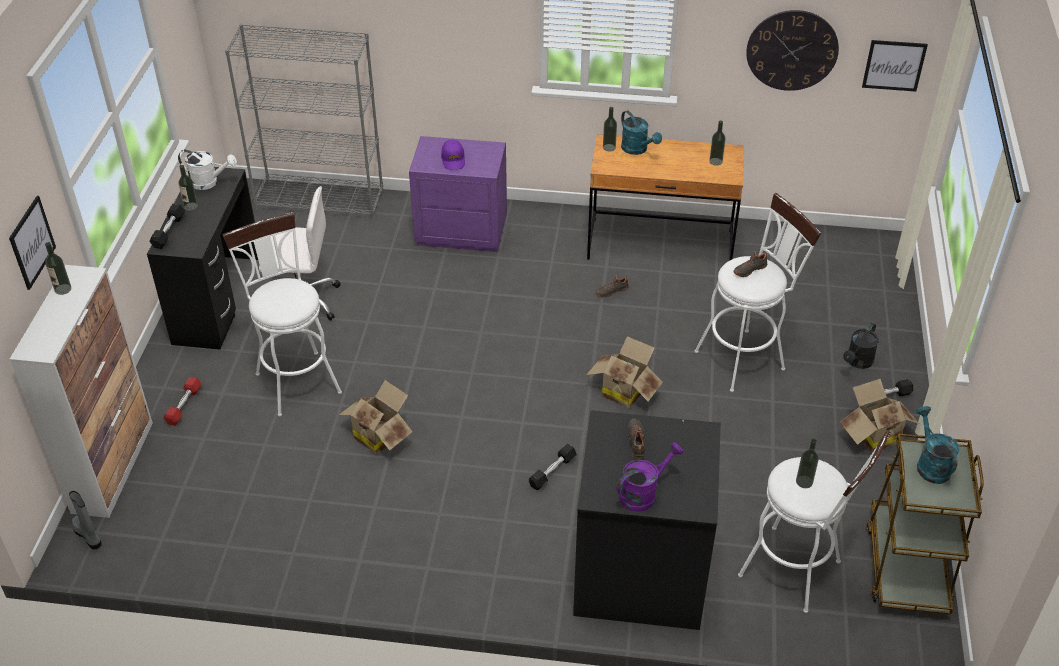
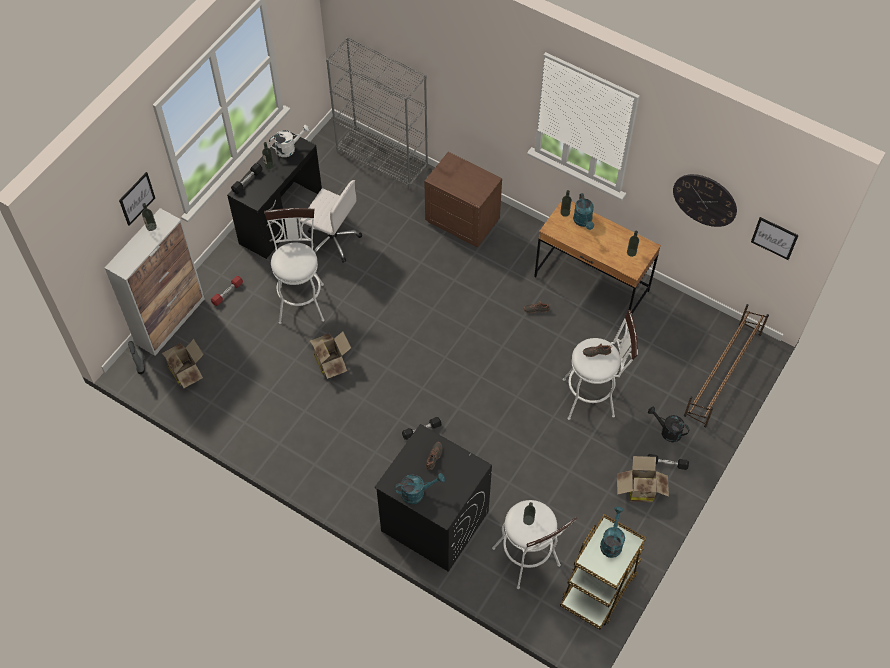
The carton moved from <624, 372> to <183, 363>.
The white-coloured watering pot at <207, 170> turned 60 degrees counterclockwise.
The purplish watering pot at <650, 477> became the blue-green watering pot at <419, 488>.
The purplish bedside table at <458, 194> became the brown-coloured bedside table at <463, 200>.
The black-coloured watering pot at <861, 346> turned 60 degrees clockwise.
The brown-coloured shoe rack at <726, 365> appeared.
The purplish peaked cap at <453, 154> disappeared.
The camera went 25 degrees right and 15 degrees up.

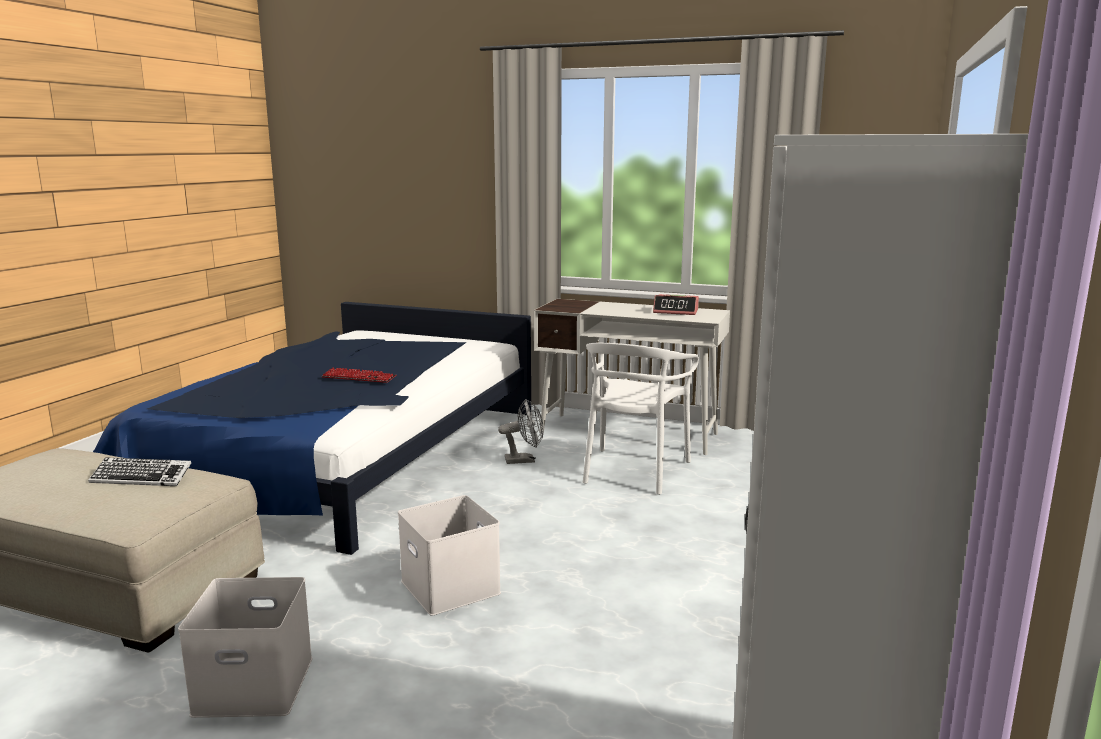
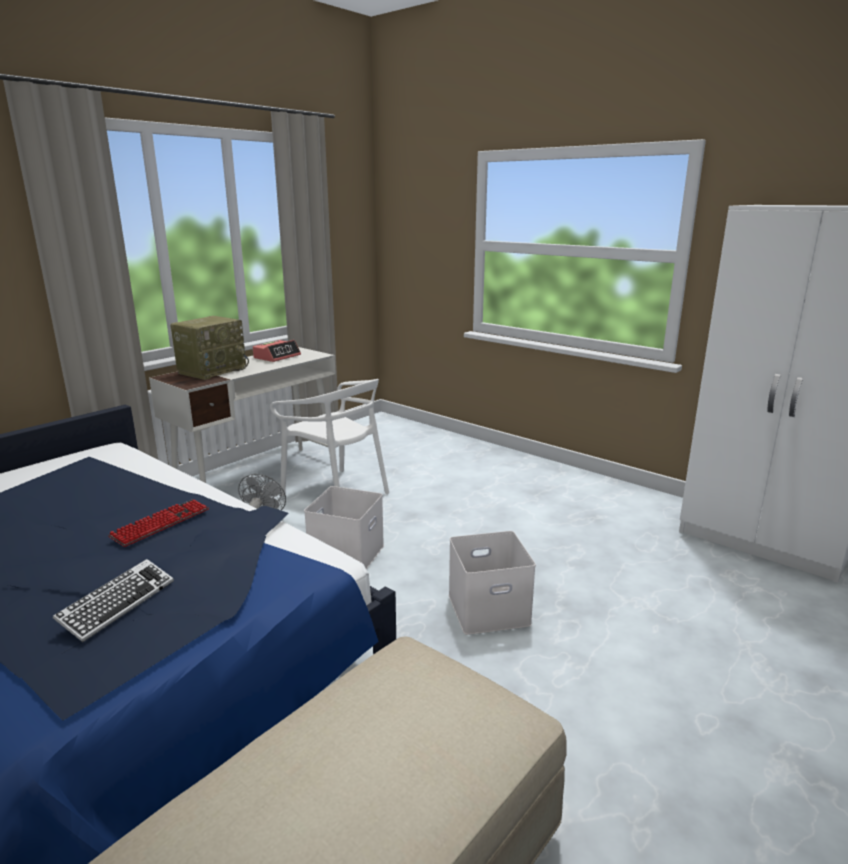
The keyboard moved from <139, 471> to <113, 600>.
The radio receiver at <209, 348> appeared.
The white-coloured storage container moved from <245, 647> to <344, 527>.
The camera went 70 degrees left and 5 degrees up.

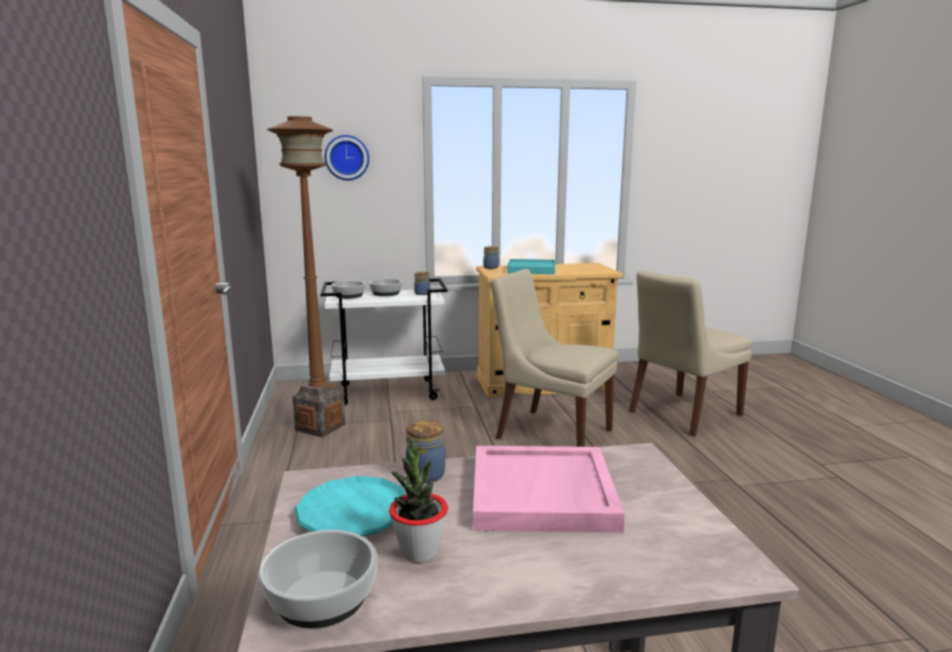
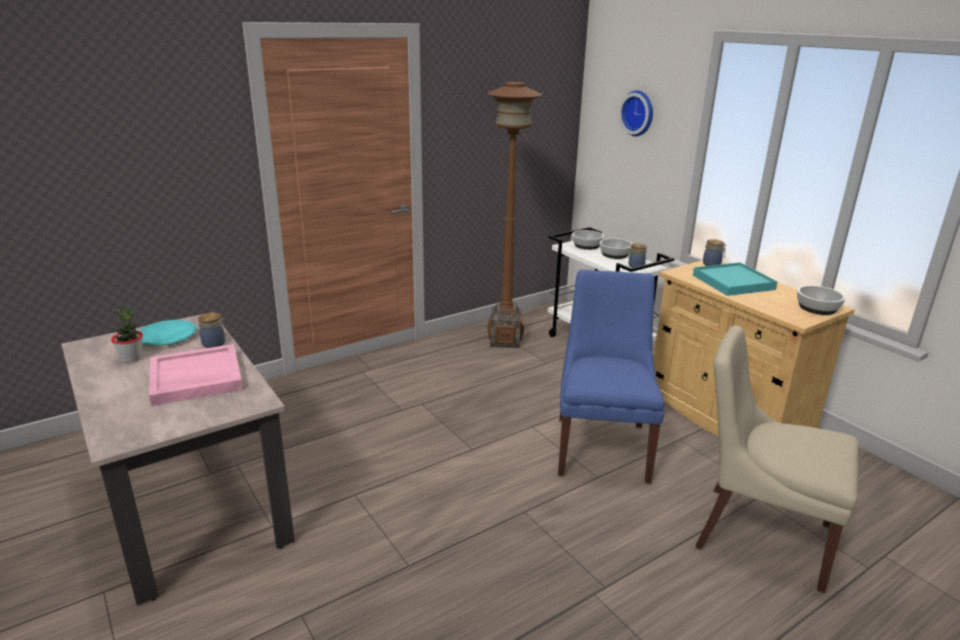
The beige upright chair at <554, 358> became the bluish upright chair at <611, 377>.
The deep dish moved from <318, 579> to <821, 300>.
The camera went 65 degrees right and 10 degrees up.

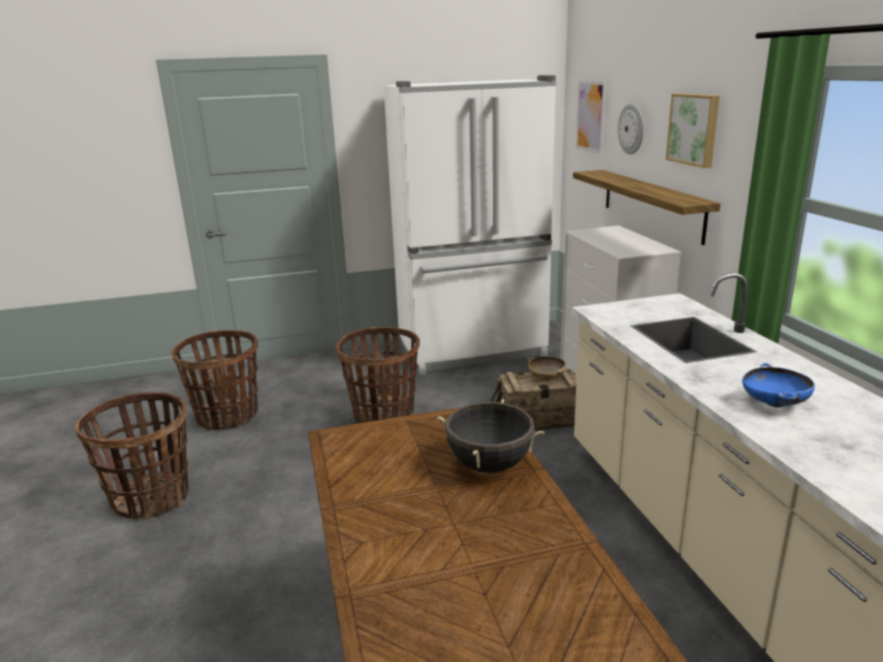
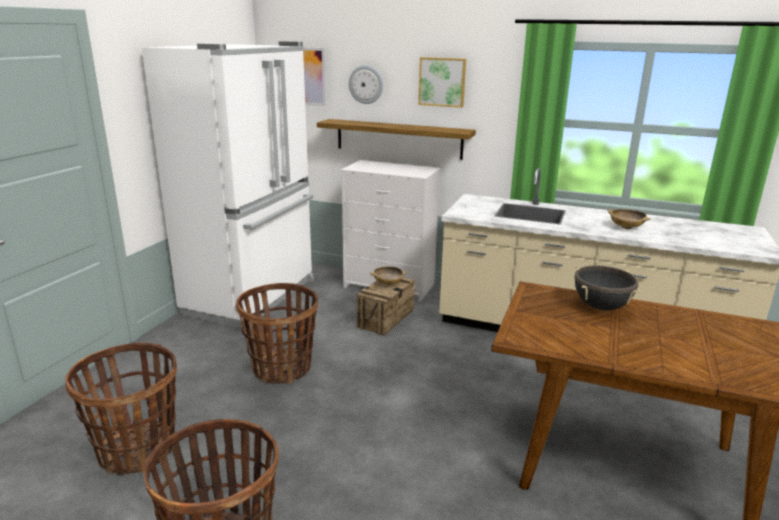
The bluish deep dish at <778, 385> became the beige deep dish at <628, 219>.
The camera went 55 degrees left and 0 degrees up.

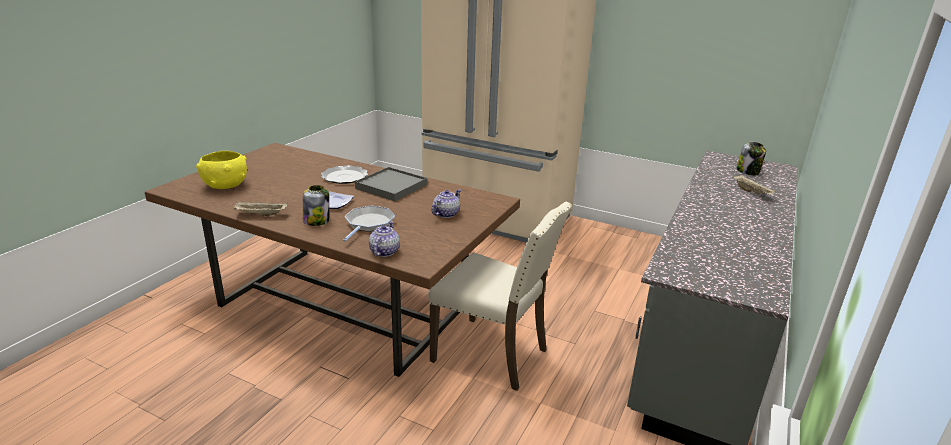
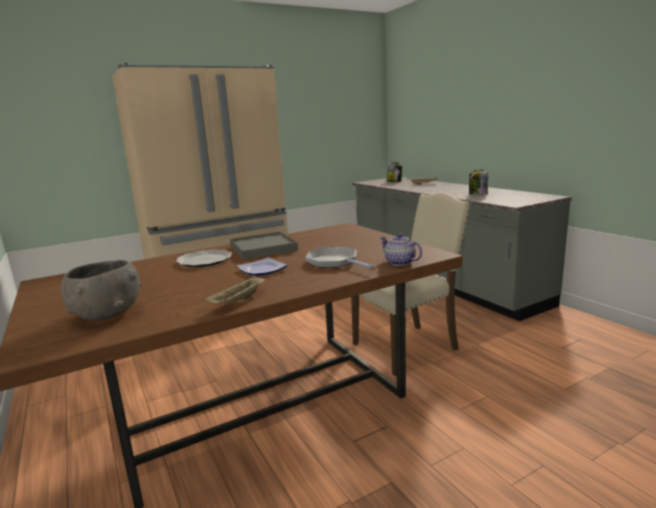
The yellowish deep dish at <221, 170> became the gray deep dish at <101, 290>.
The jar moved from <316, 205> to <478, 182>.
The tea pot at <446, 203> disappeared.
The camera went 55 degrees left and 10 degrees down.

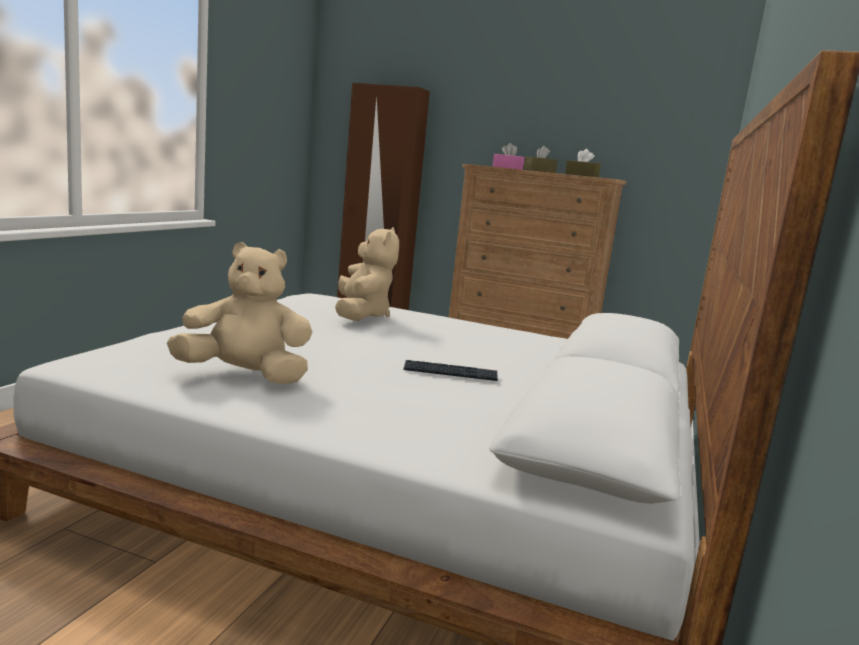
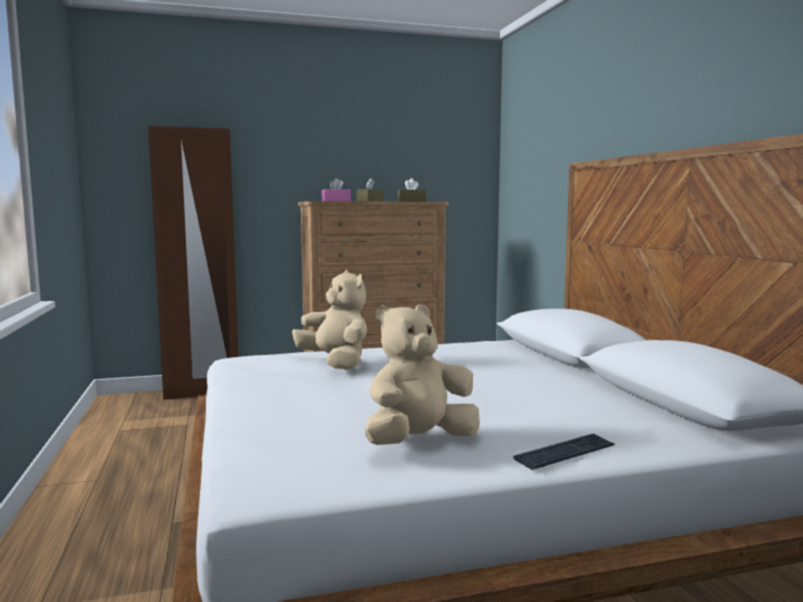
The keyboard moved from <450, 370> to <564, 451>.
The camera went 35 degrees left and 5 degrees down.

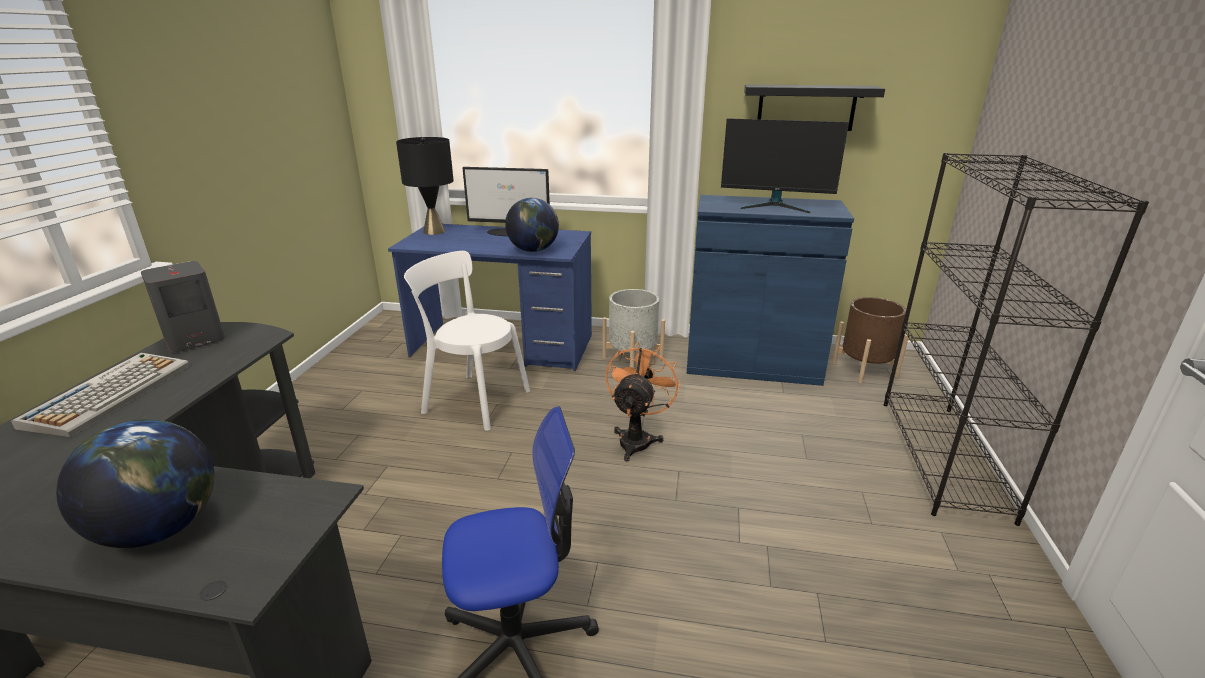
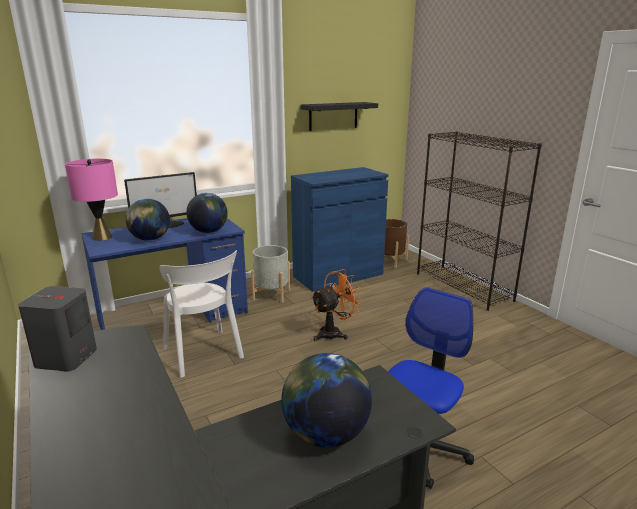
The black-coloured tabletop lamp at <425, 186> became the pink-coloured tabletop lamp at <91, 200>.
The world globe at <147, 220> appeared.
The white-coloured upright chair at <467, 341> turned 105 degrees counterclockwise.
The orangey cooling fan at <643, 401> turned 75 degrees clockwise.
The keyboard at <100, 395> disappeared.
The computer screen at <785, 165> disappeared.
The camera went 40 degrees left and 5 degrees down.

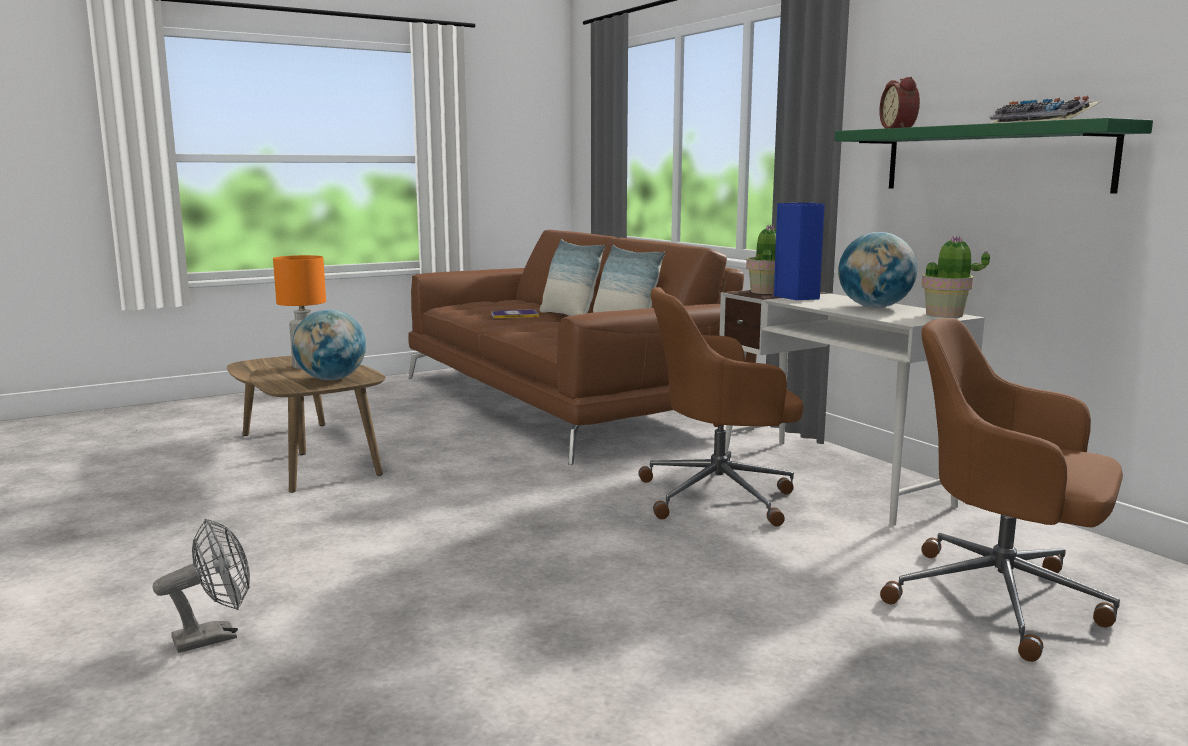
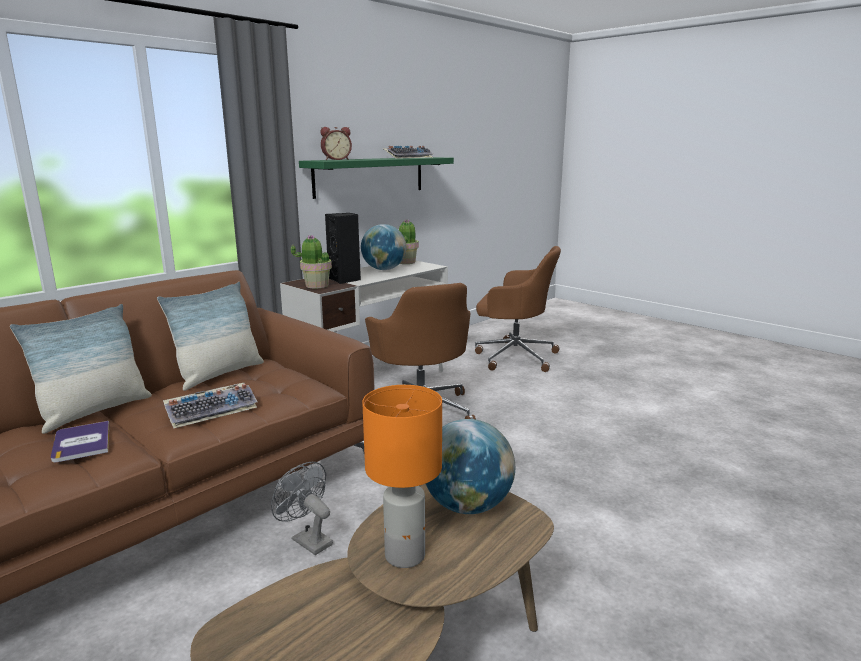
The keyboard at <210, 405> appeared.
The gray cooling fan moved from <201, 586> to <302, 508>.
The bluish loudspeaker at <799, 252> became the black-coloured loudspeaker at <343, 248>.
The brown-coloured office chair at <1001, 490> turned 90 degrees counterclockwise.
The camera went 105 degrees left and 5 degrees up.

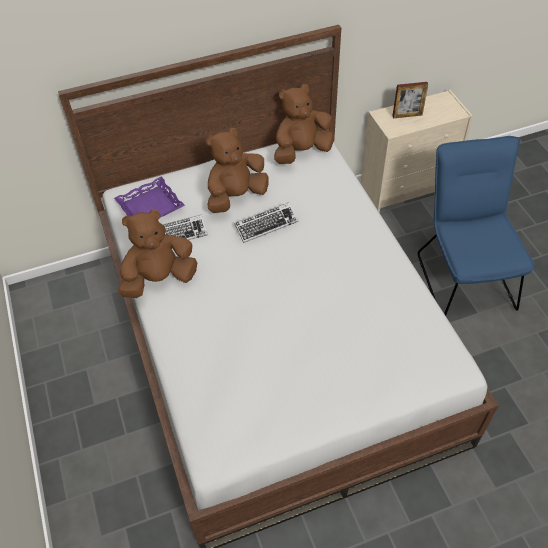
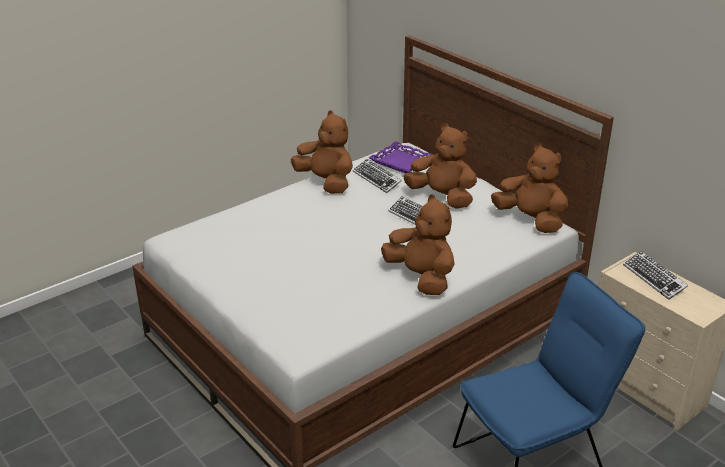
The brown-coloured soft toy at <417, 244> appeared.
The photo frame at <410, 100> was replaced by the keyboard at <655, 275>.
The camera went 70 degrees right and 20 degrees down.

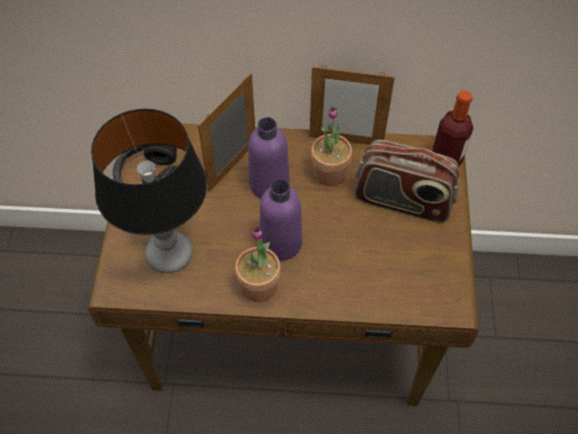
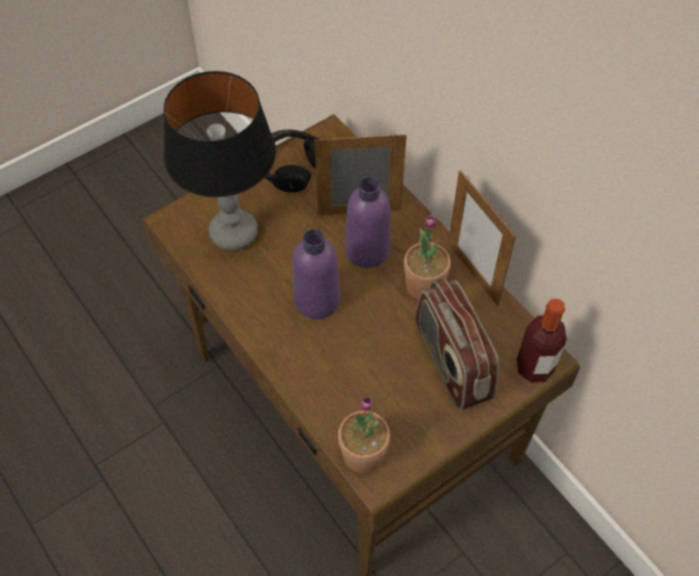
The houseplant moved from <257, 264> to <364, 435>.
The camera went 50 degrees right and 0 degrees up.

